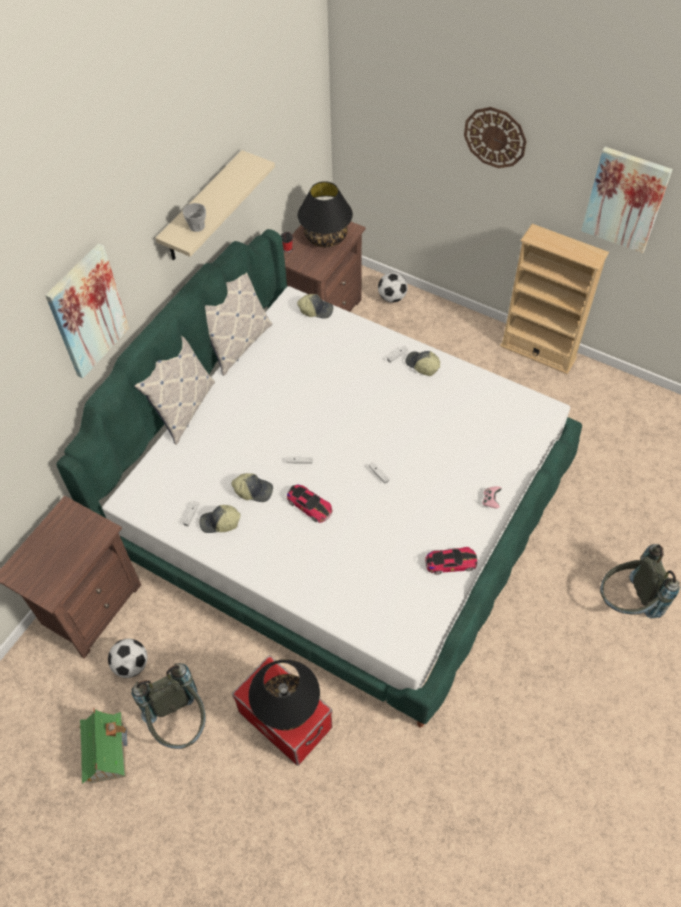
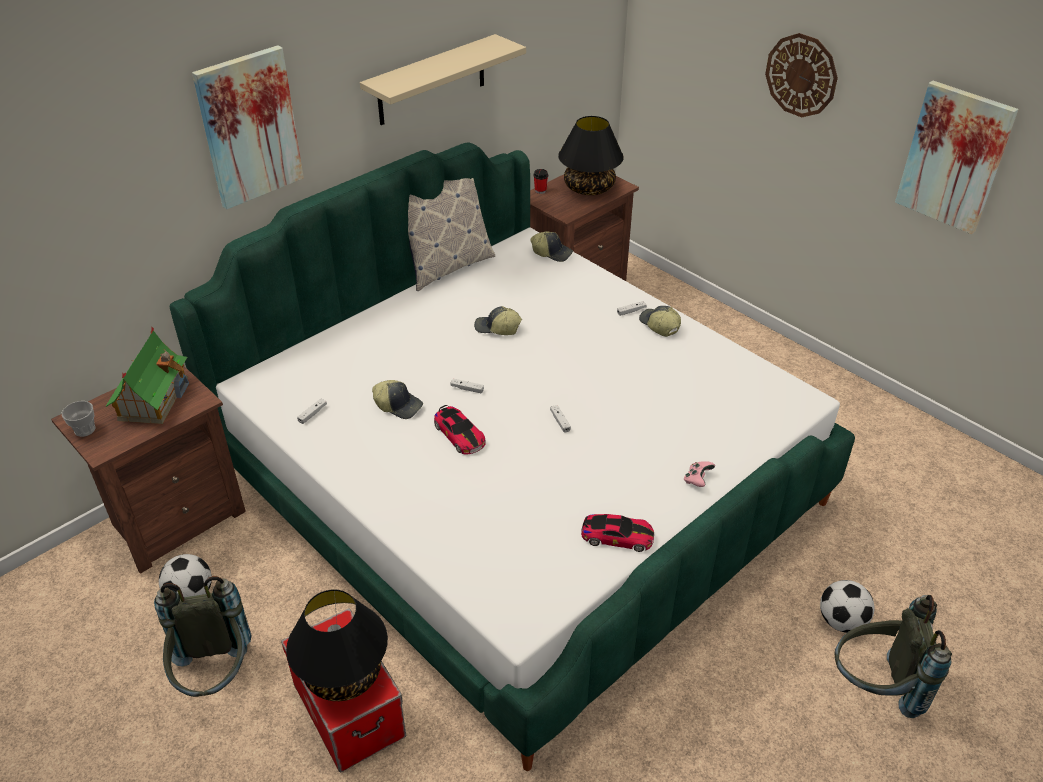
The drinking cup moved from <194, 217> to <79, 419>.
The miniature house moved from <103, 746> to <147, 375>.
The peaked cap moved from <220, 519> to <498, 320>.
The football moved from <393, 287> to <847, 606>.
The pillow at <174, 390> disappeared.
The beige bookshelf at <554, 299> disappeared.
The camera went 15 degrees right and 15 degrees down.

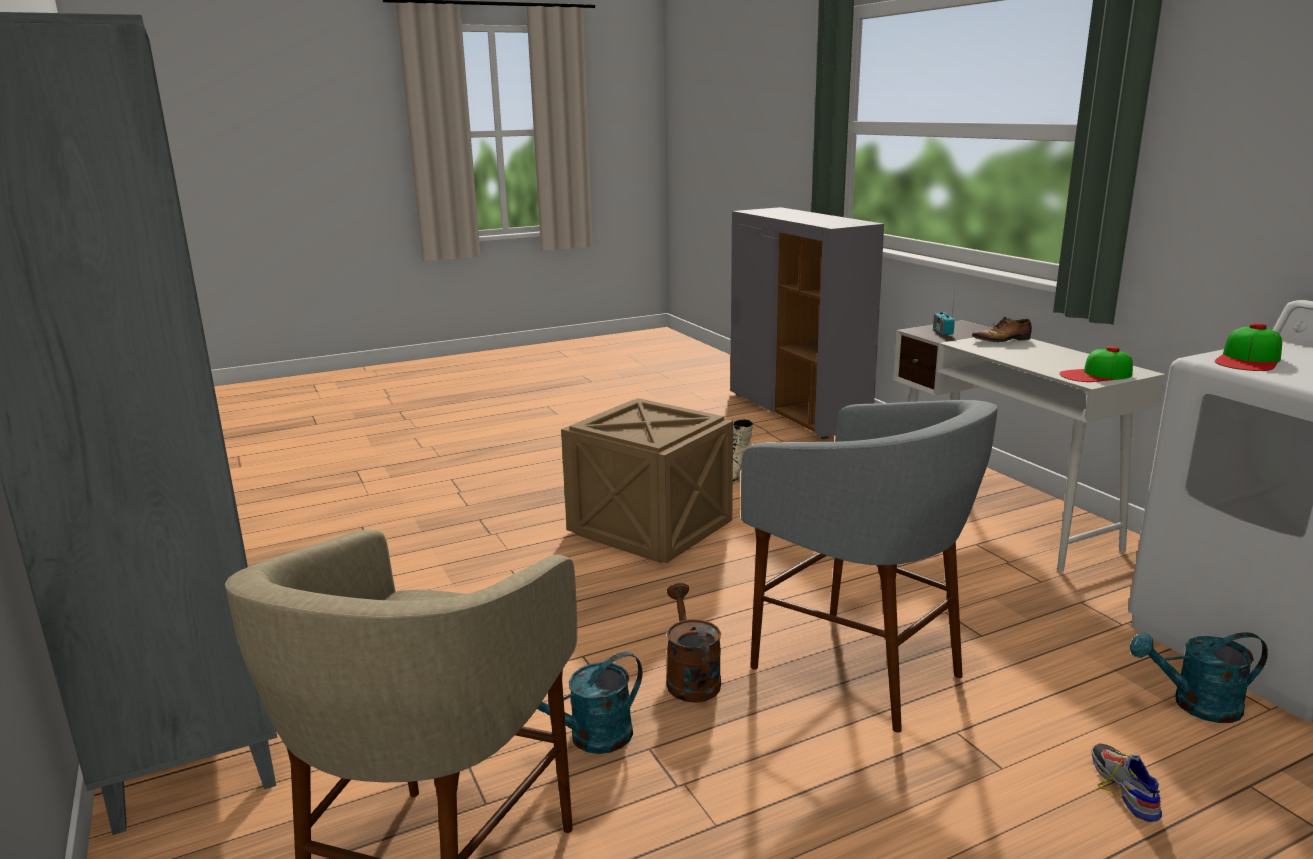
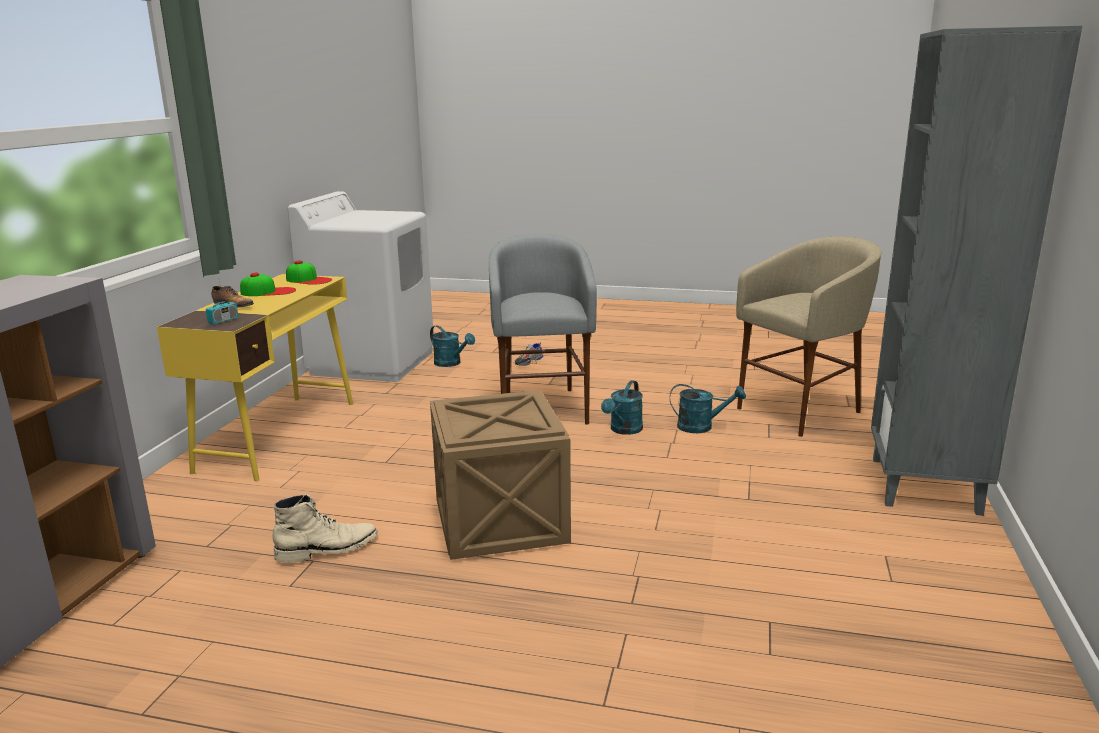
The white-coloured desk table at <1029, 446> became the yellowish desk table at <255, 377>.
The peaked cap moved from <1248, 347> to <268, 284>.
The brown-coloured watering pot at <693, 643> became the blue-green watering pot at <622, 407>.
The camera went 140 degrees left and 0 degrees up.

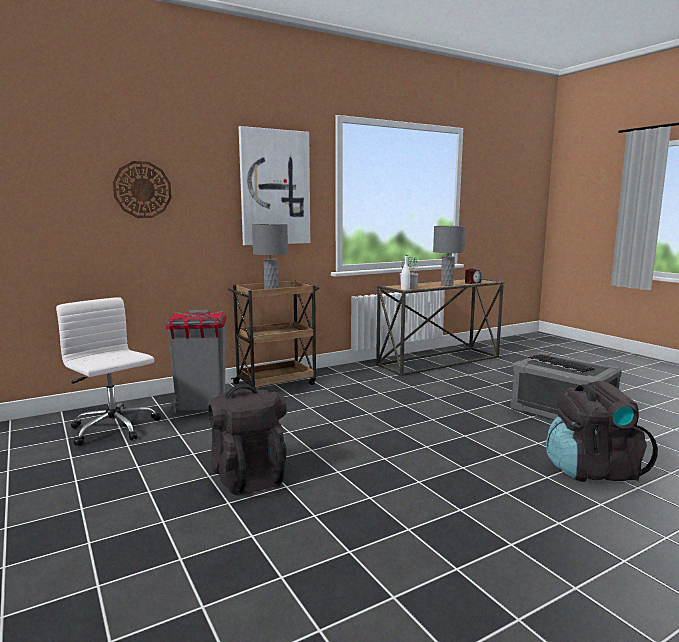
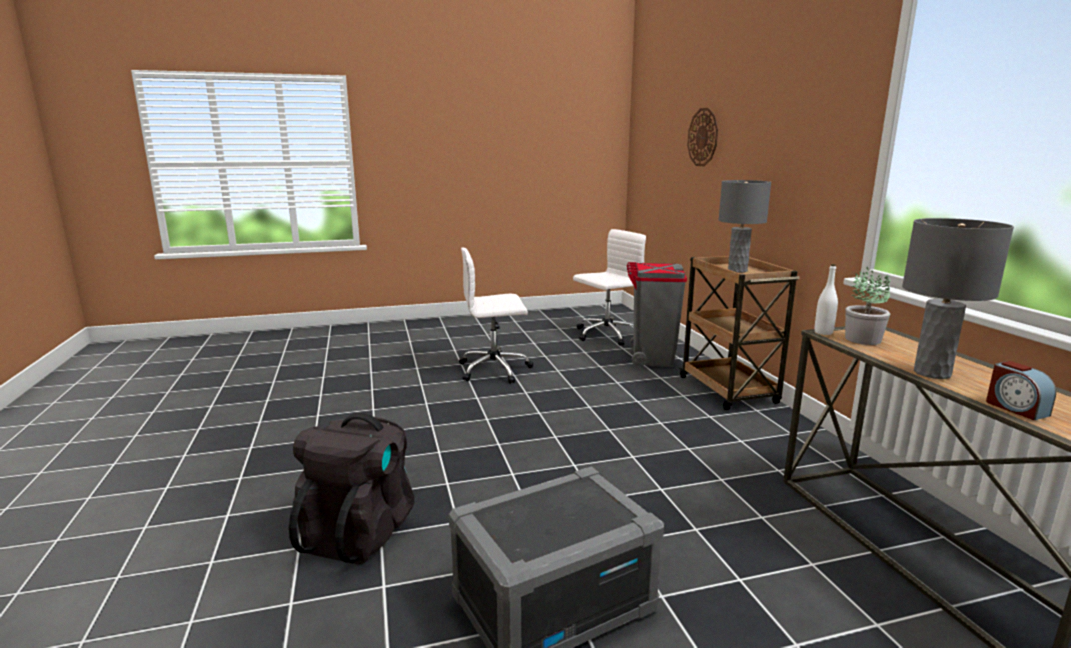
The black-coloured knapsack at <247, 439> was replaced by the white-coloured office chair at <496, 315>.
The picture at <274, 185> disappeared.
The keyboard at <561, 363> disappeared.
The camera went 105 degrees right and 5 degrees up.

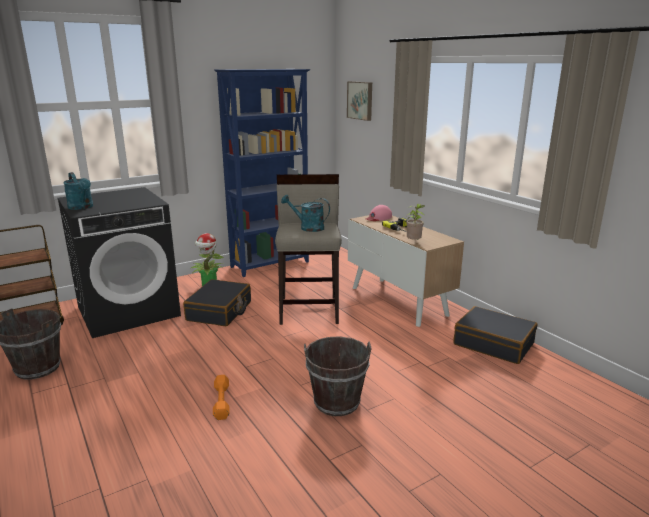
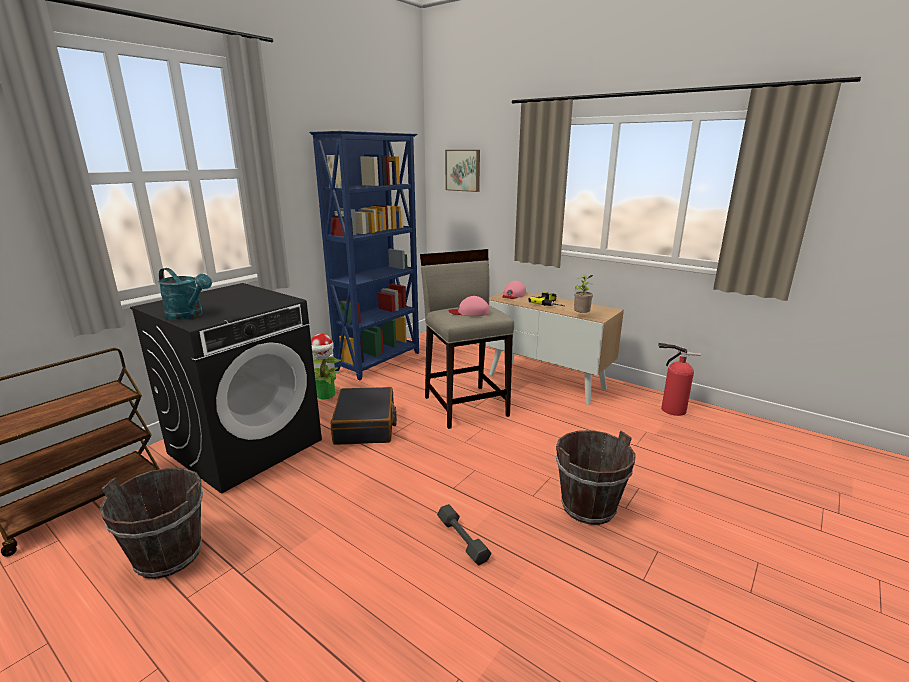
The orangey hand weight at <221, 397> became the gray hand weight at <464, 535>.
The blue-green watering pot at <305, 213> was replaced by the pink-coloured peaked cap at <469, 306>.
The black-coloured travel case at <495, 335> was replaced by the fire extinguisher at <679, 379>.
The camera went 20 degrees left and 0 degrees up.

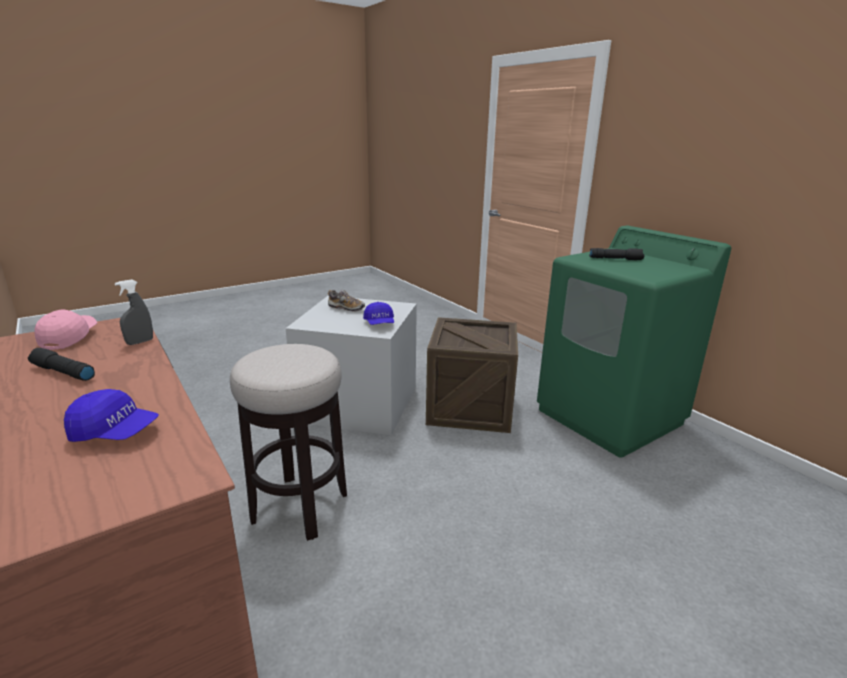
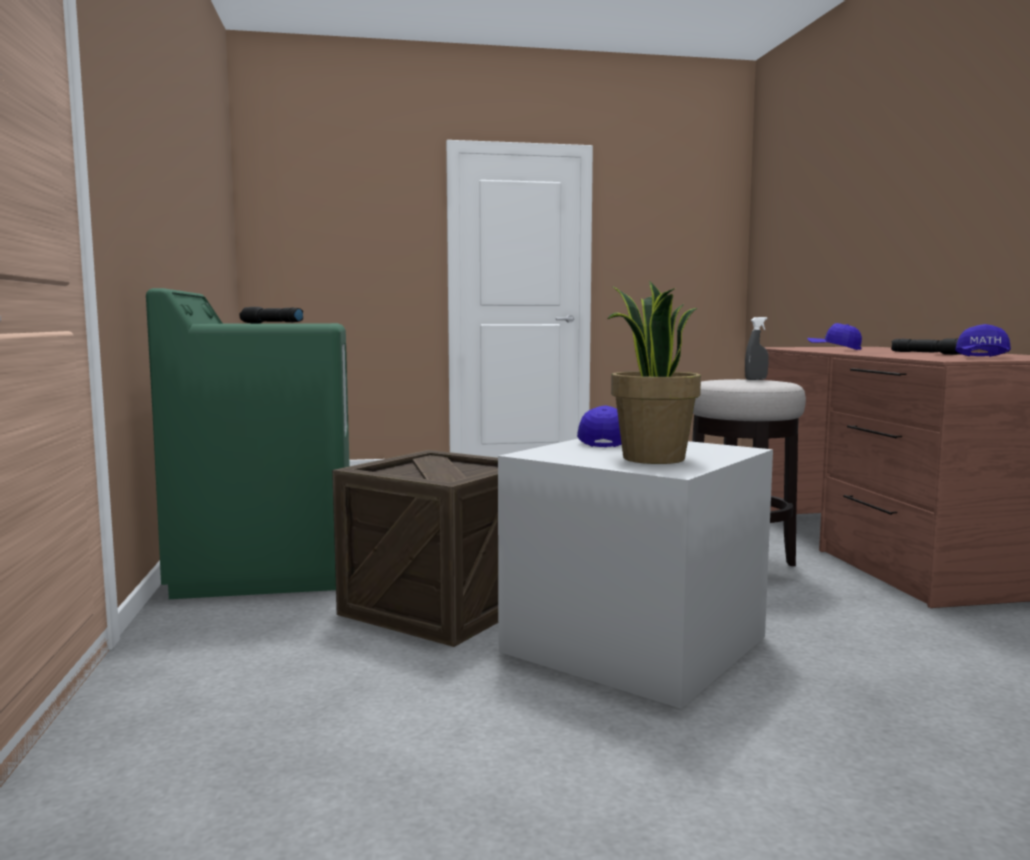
The low shoe at <346, 301> was replaced by the houseplant at <654, 372>.
The gray spray bottle moved from <134, 312> to <757, 348>.
The pink-coloured peaked cap at <65, 329> became the bluish peaked cap at <983, 340>.
The camera went 155 degrees left and 15 degrees down.

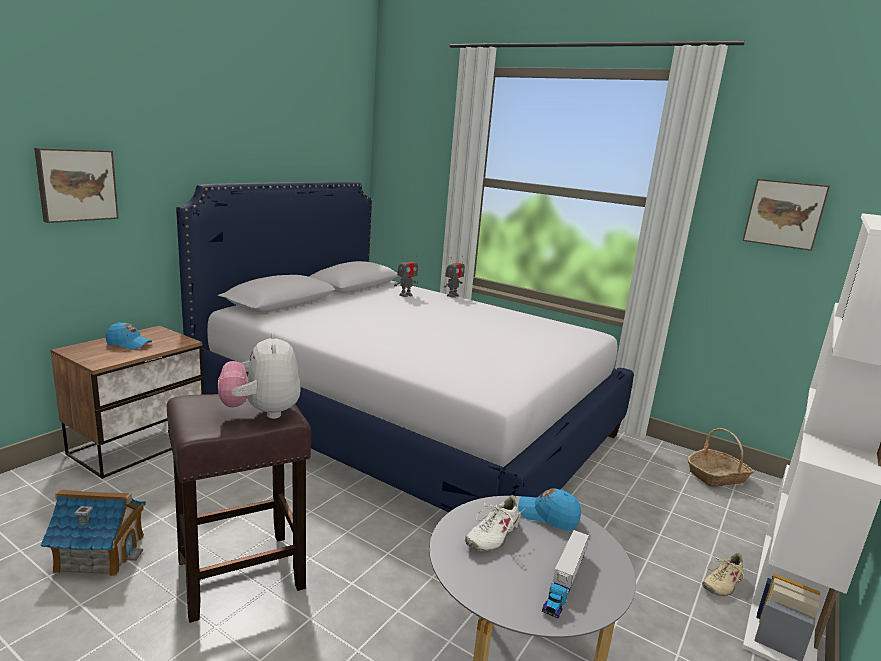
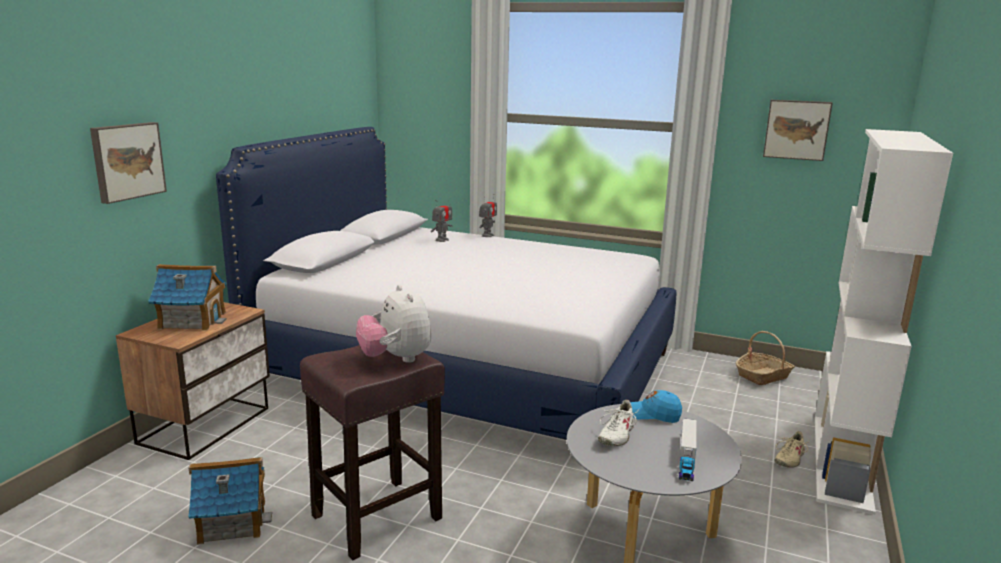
The bluish peaked cap at <129, 336> was replaced by the miniature house at <187, 297>.
The camera went 10 degrees left and 0 degrees up.

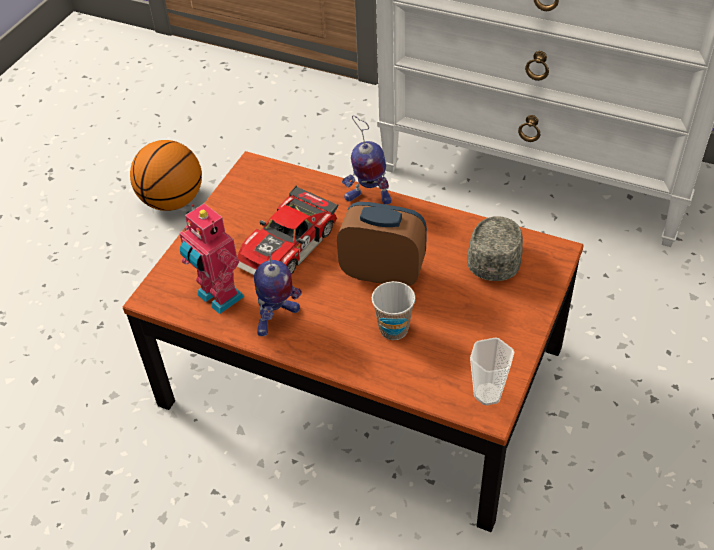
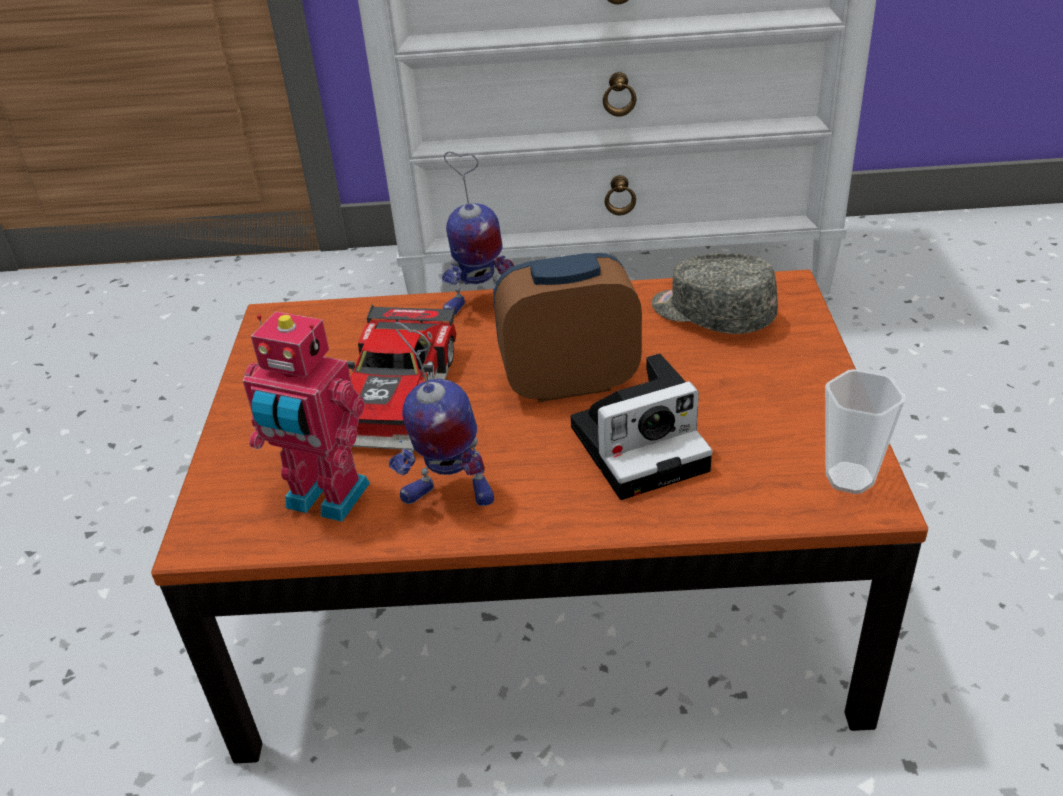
The model robot at <278, 288> turned 75 degrees clockwise.
The drinking cup at <393, 310> was replaced by the photo camera at <641, 426>.
The gray peaked cap at <495, 248> turned 45 degrees counterclockwise.
The ball for basketball at <166, 175> disappeared.
The camera went 25 degrees left and 10 degrees down.

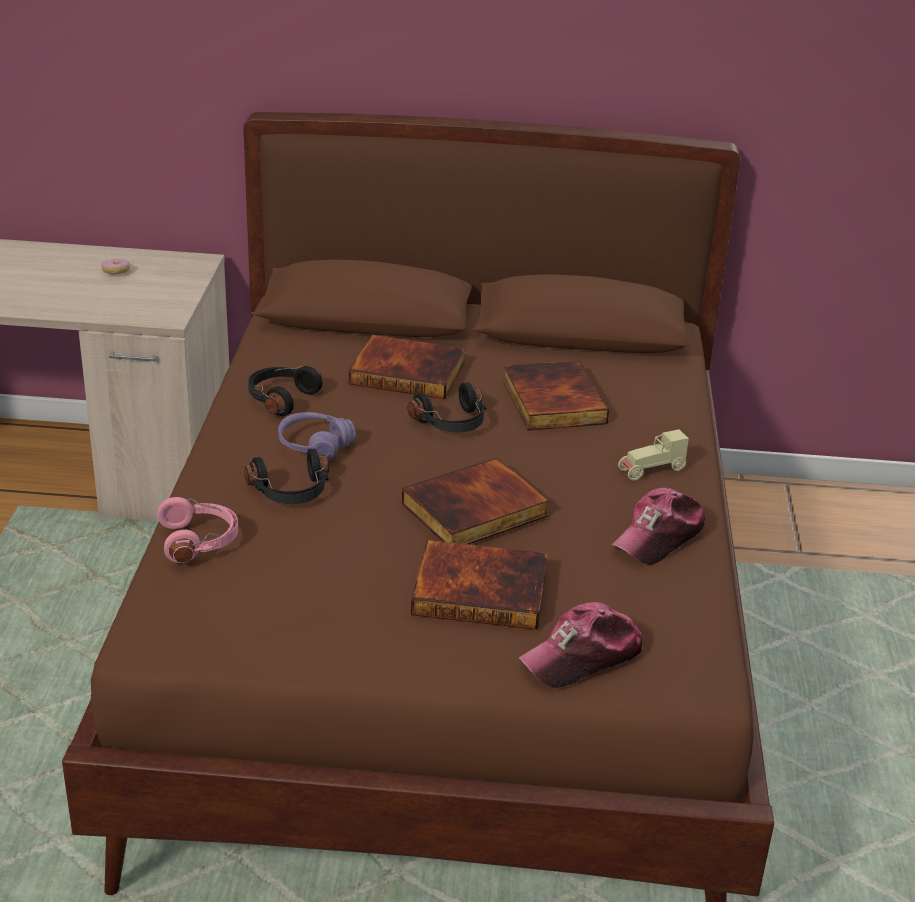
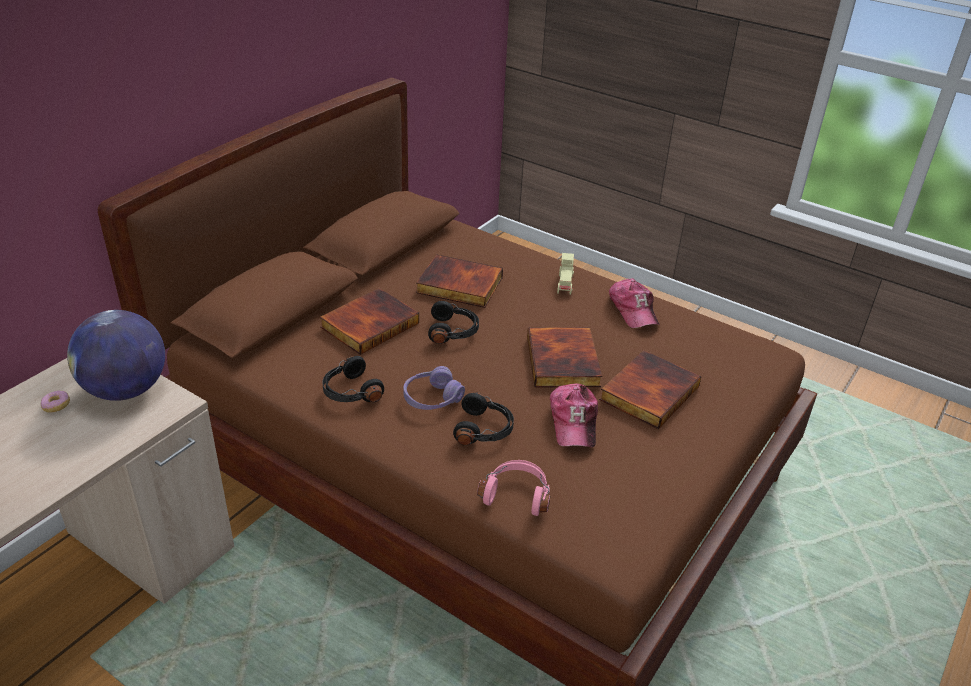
The world globe at <116, 355> appeared.
The peaked cap moved from <581, 645> to <574, 415>.
The camera went 60 degrees left and 5 degrees up.

